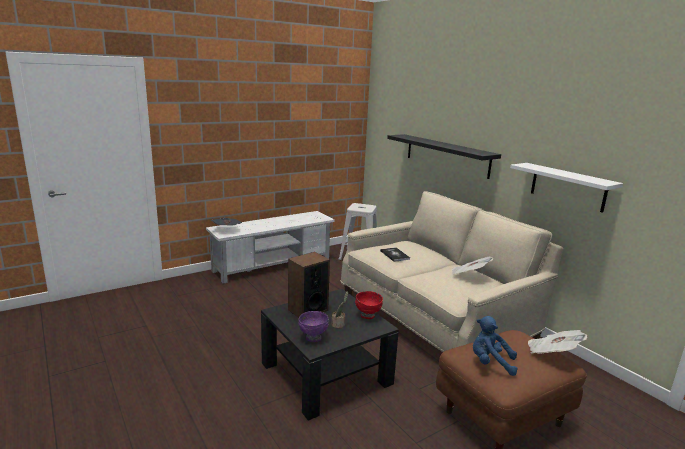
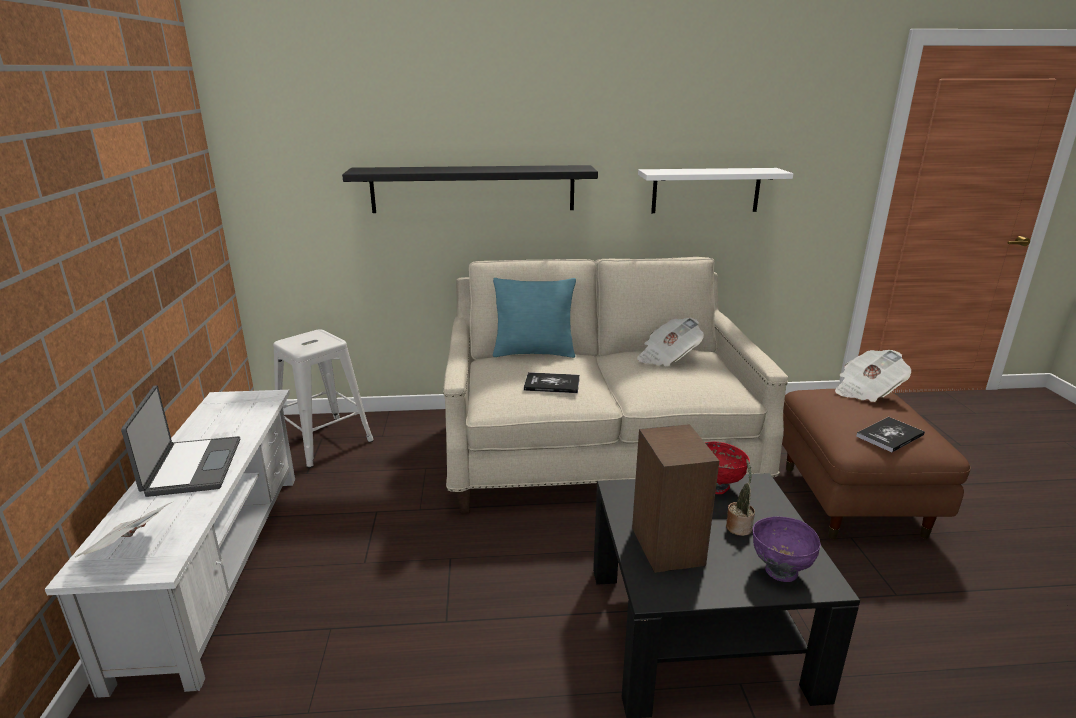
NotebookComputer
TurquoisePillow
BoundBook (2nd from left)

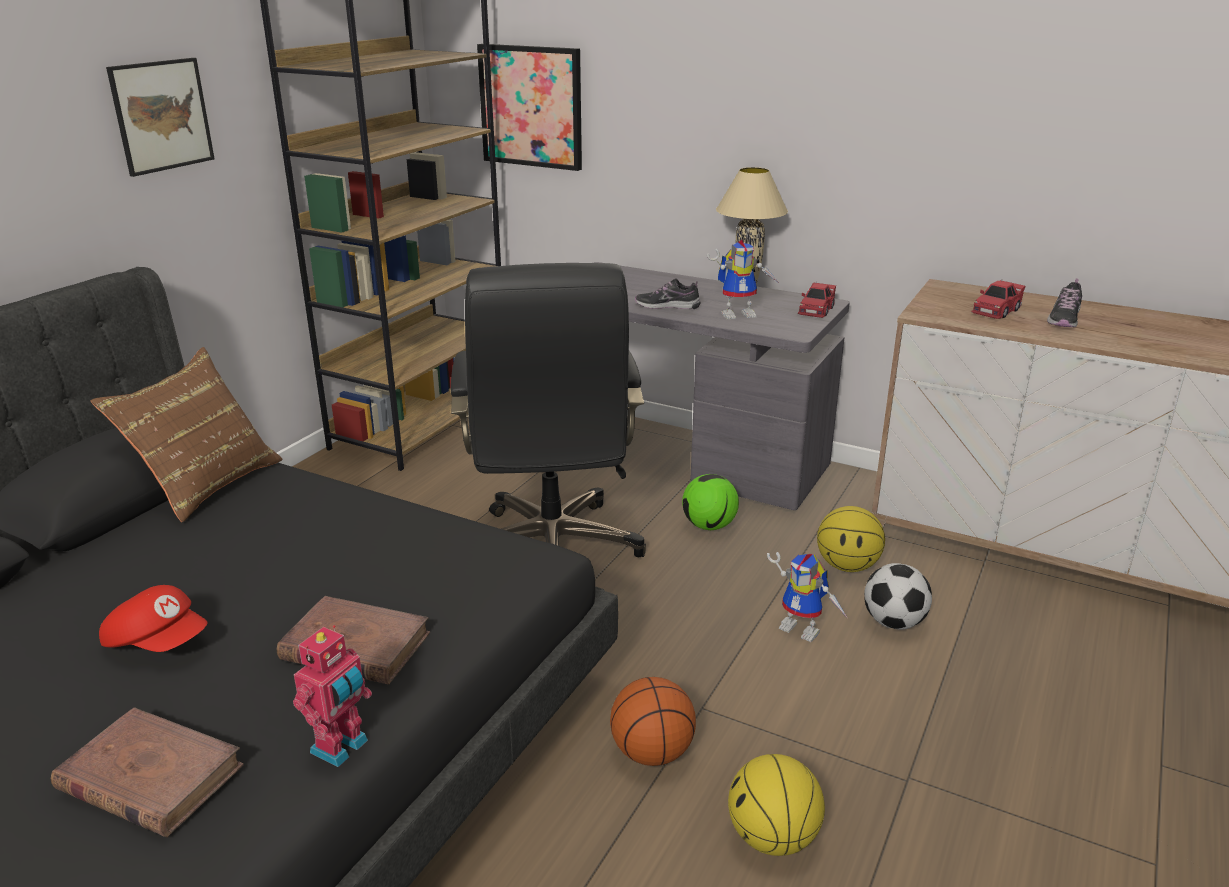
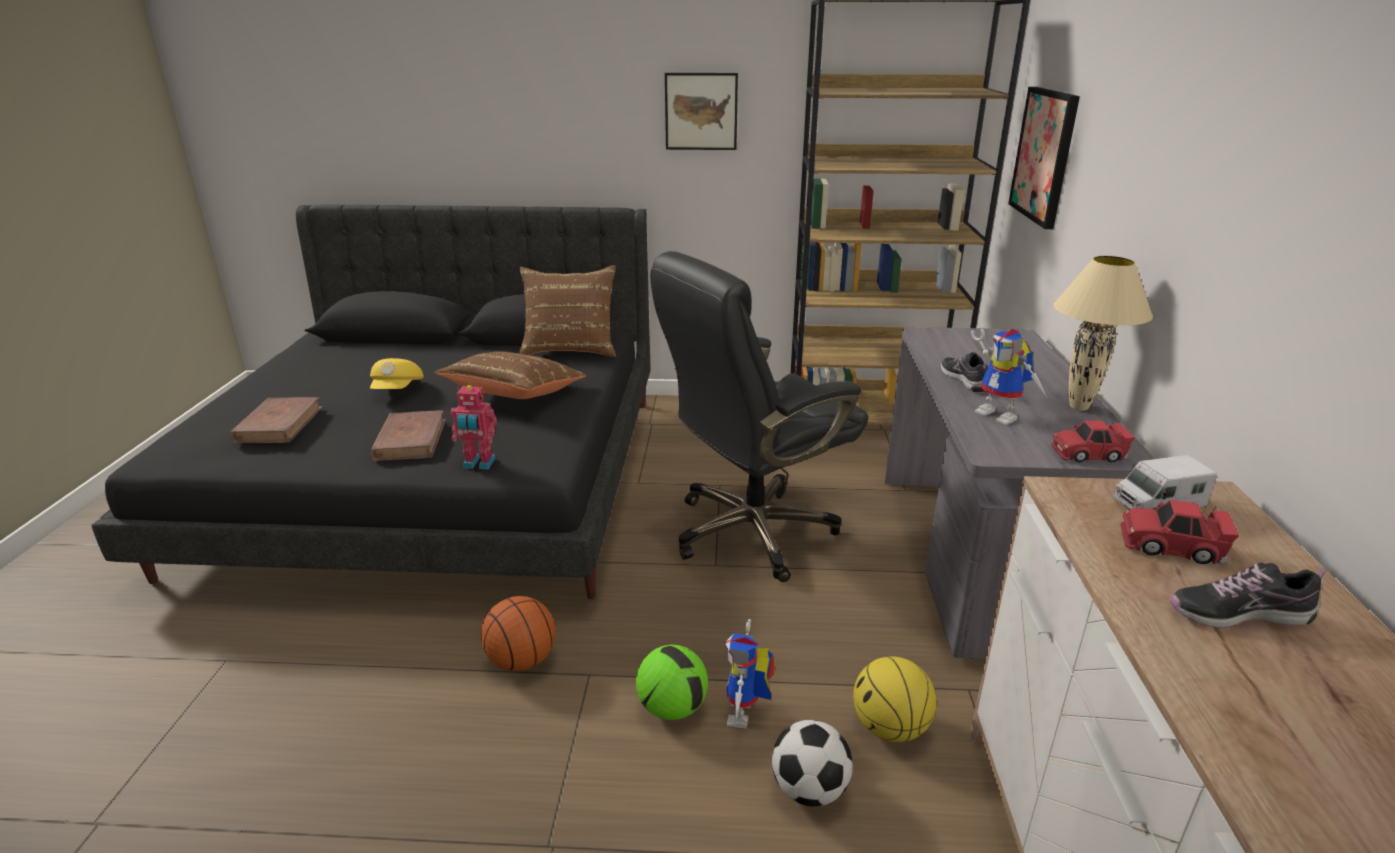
YellowPeakedCap
BrownPillow (1st from left)
ModelRobot (1st from left)
FootballBall (1st from left)
ModelTruck
BallForBasketball (2nd from left in the first image)

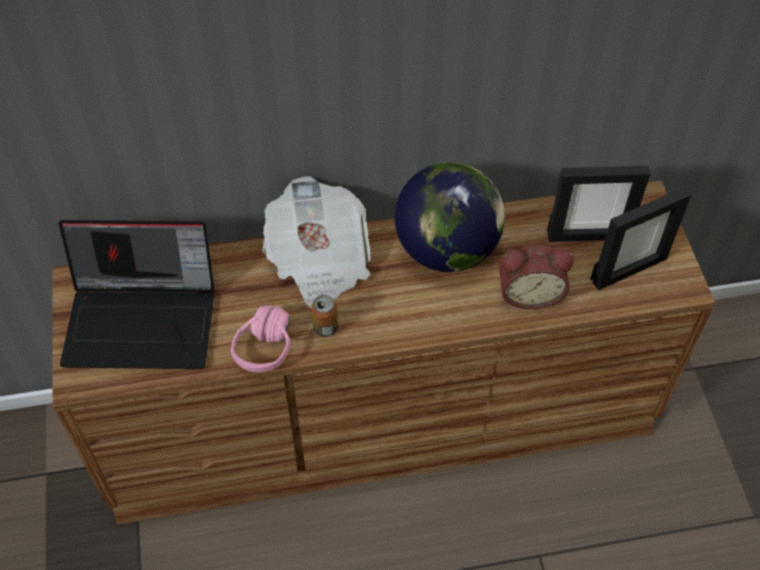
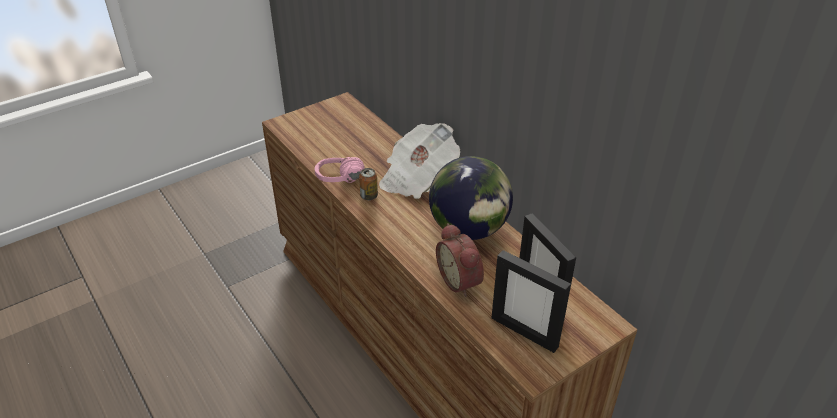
NotebookComputer

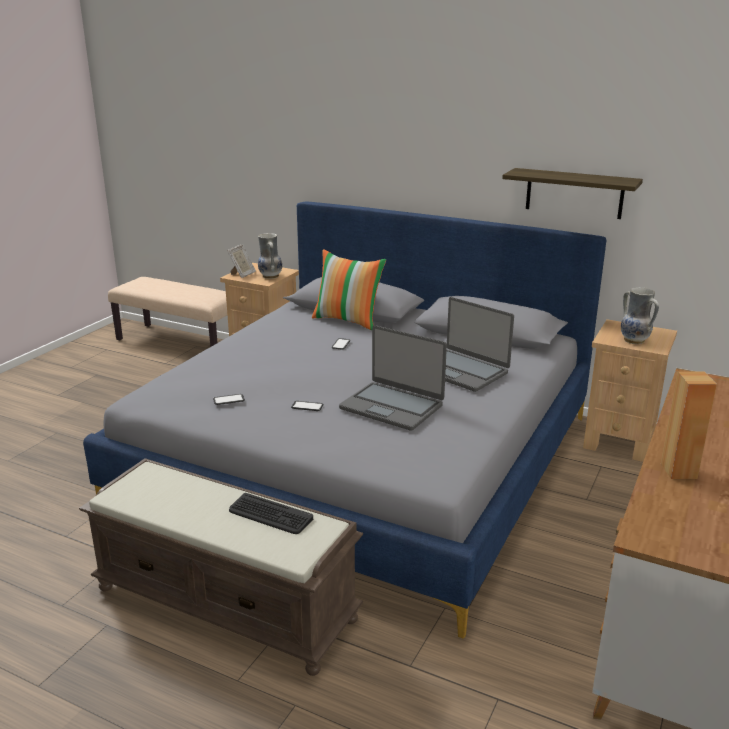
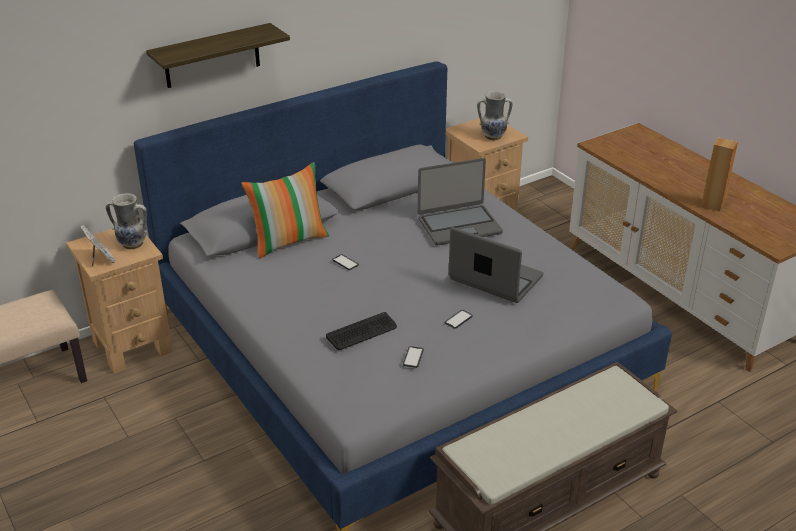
WallShelf
Keyboard
NotebookComputer (2nd from left)

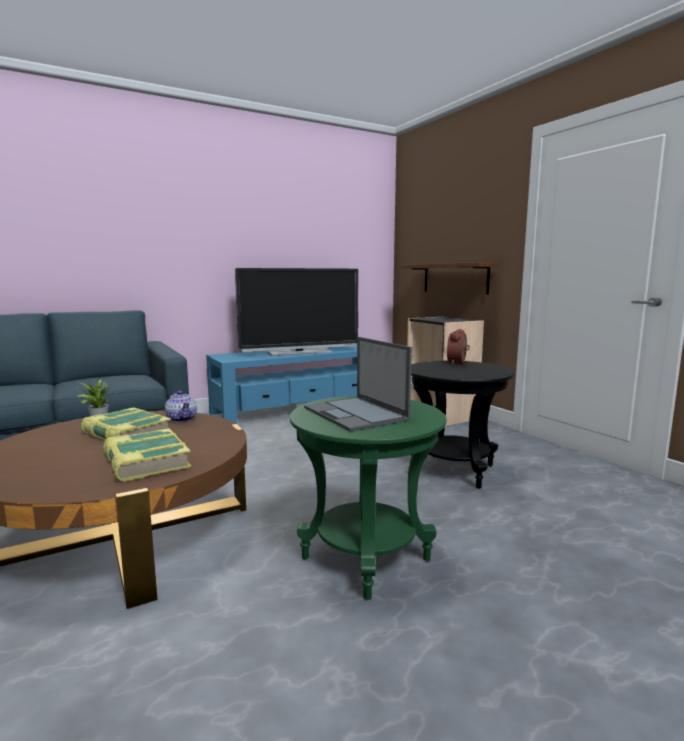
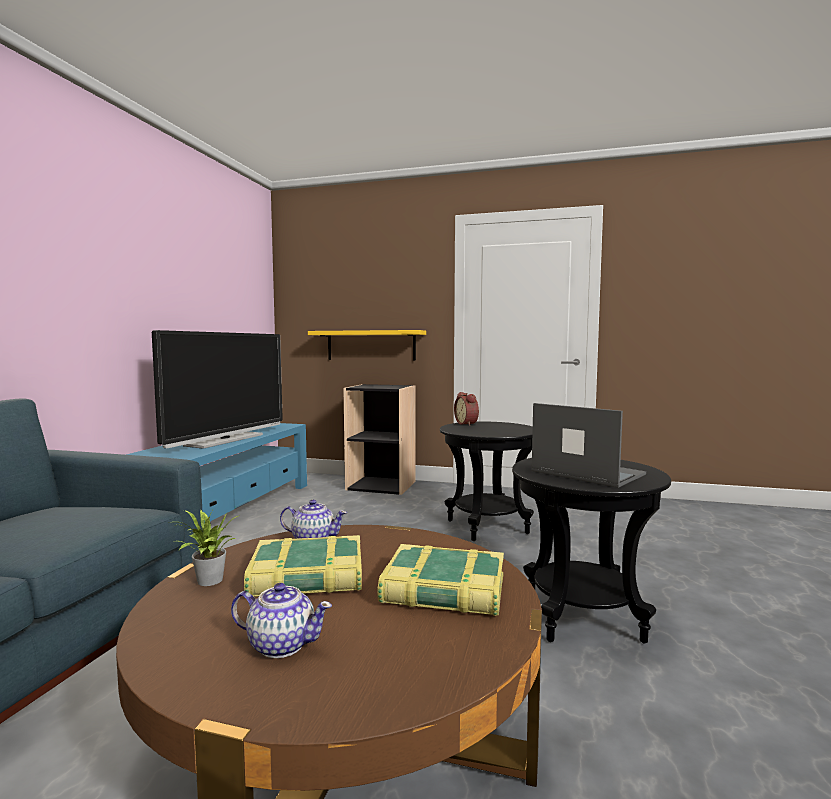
PotForTea (1st from left)
YellowWallShelf
BlackColouredAccentTable (2nd from left)
NotebookComputer

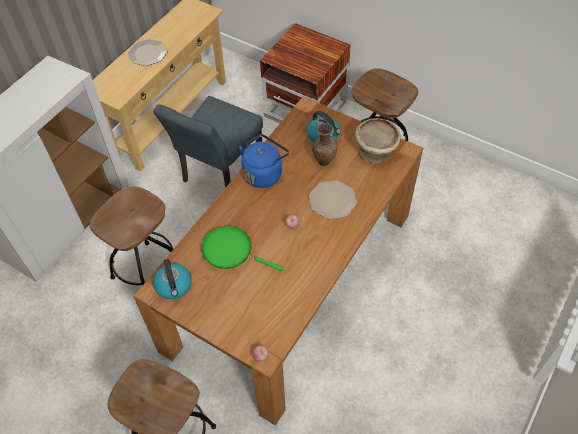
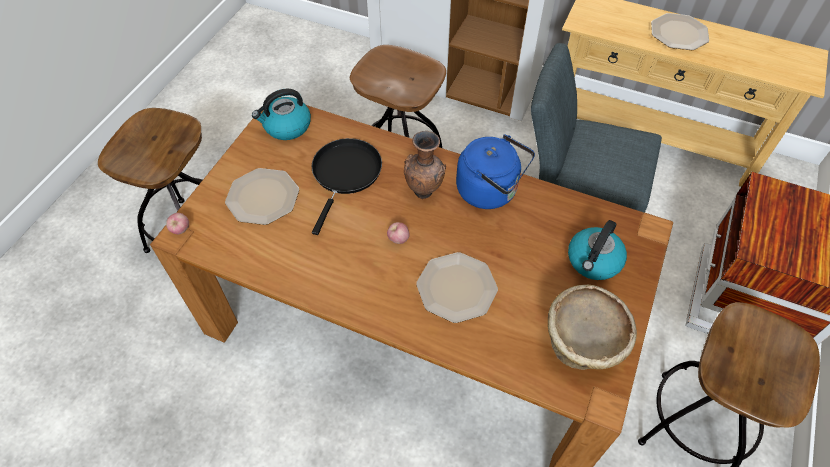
FlatDish (1st from left)
BlackColouredPan
BrownVase

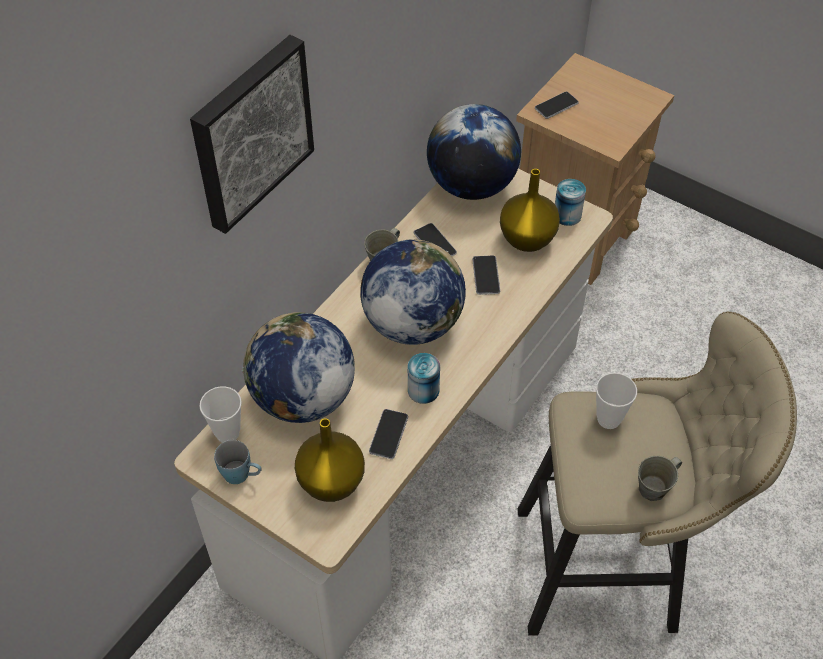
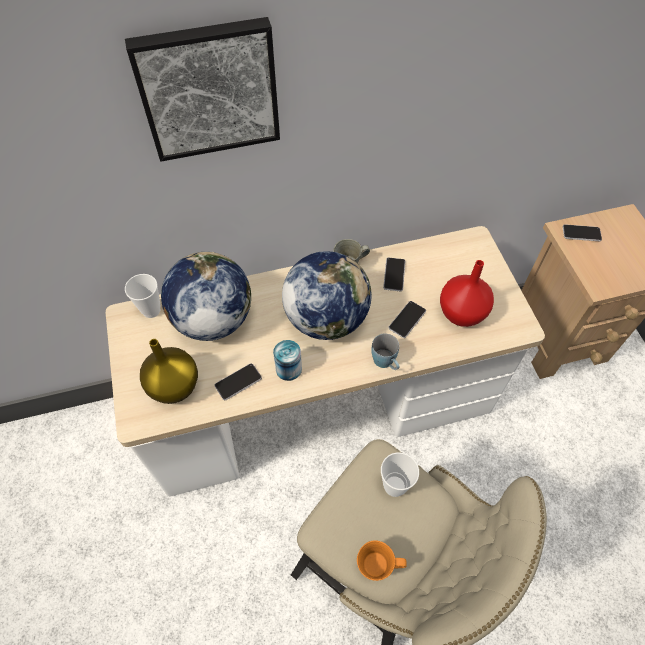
OrangeColouredTeaMug
BluishTeaMug
RedVase
DeskGlobe (3rd from left in the first image)
Can (2nd from left in the first image)

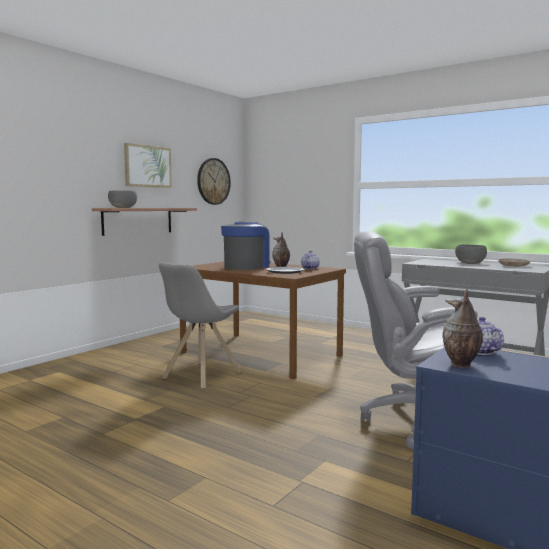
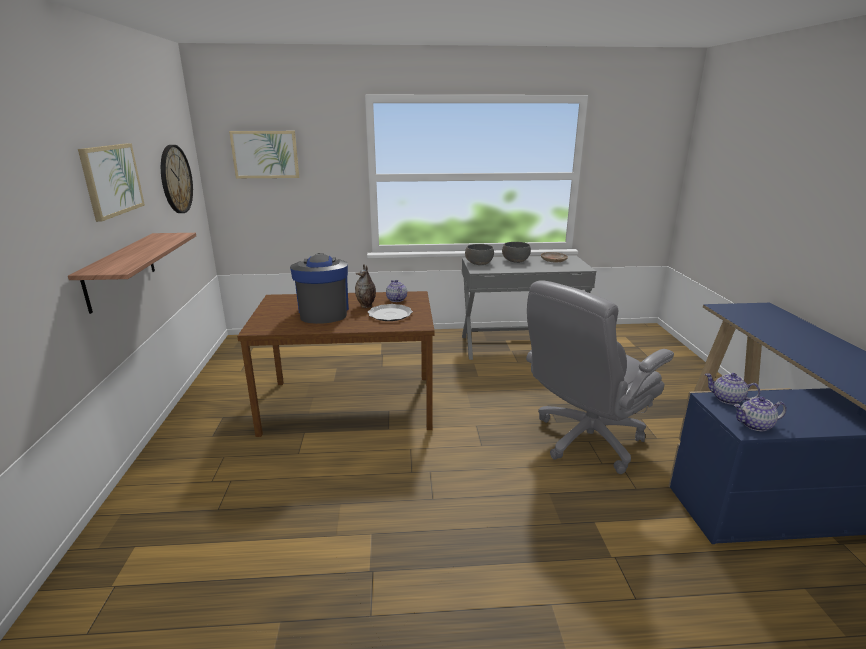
Picture (2nd from left)
GreyBowl (1st from left)
PotForTea (3rd from left)
GreyChair

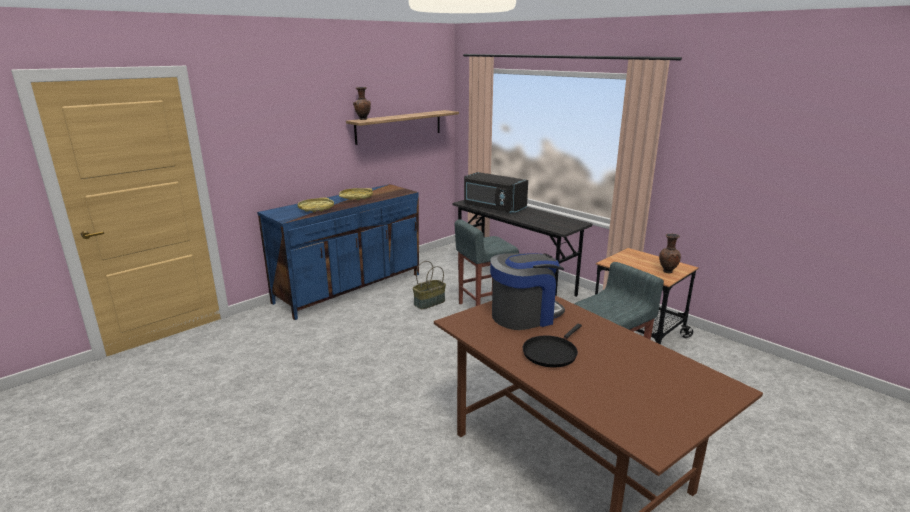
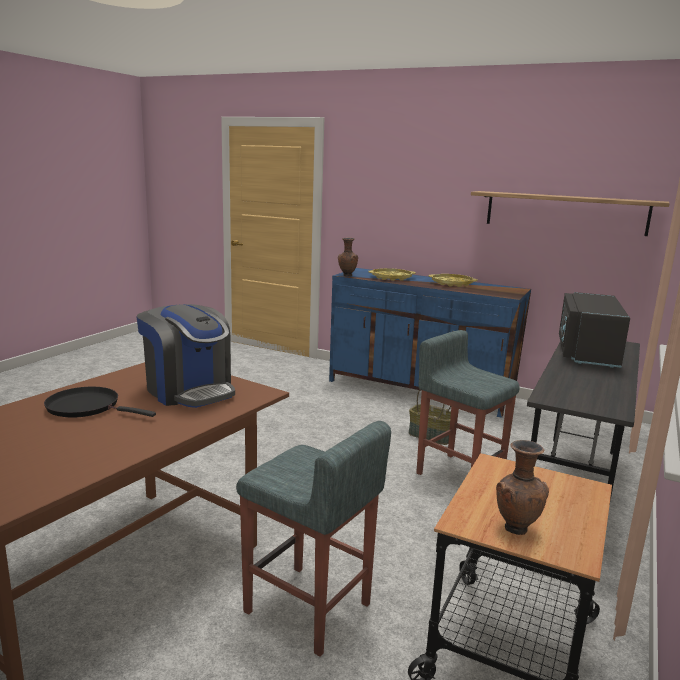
BrownVase (1st from left)

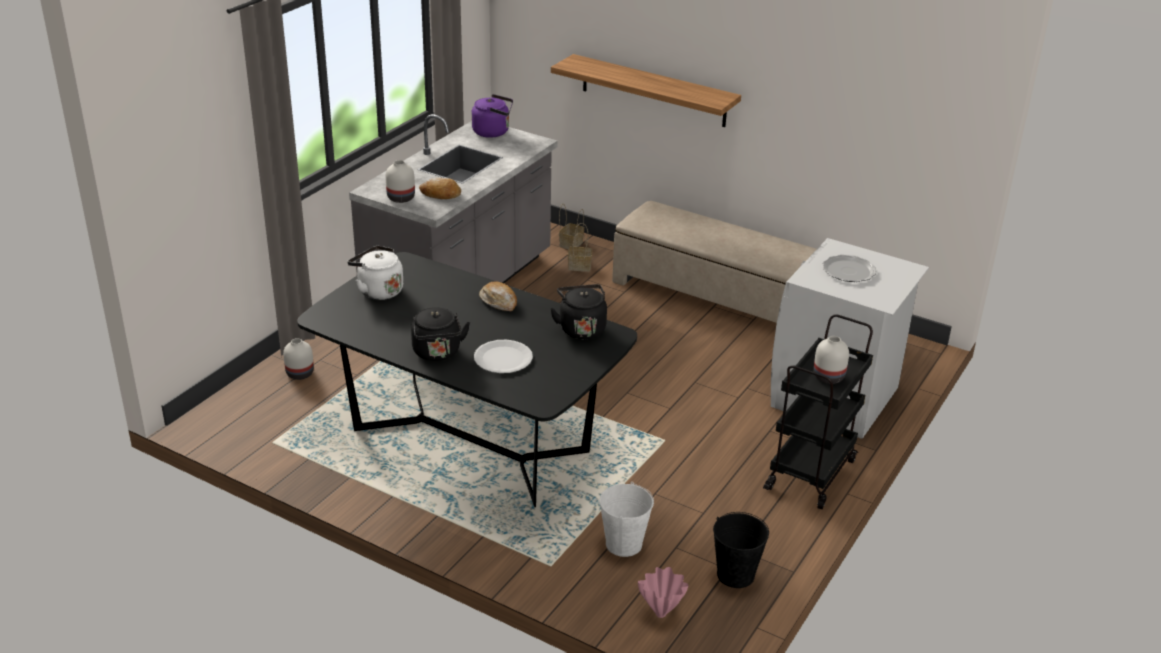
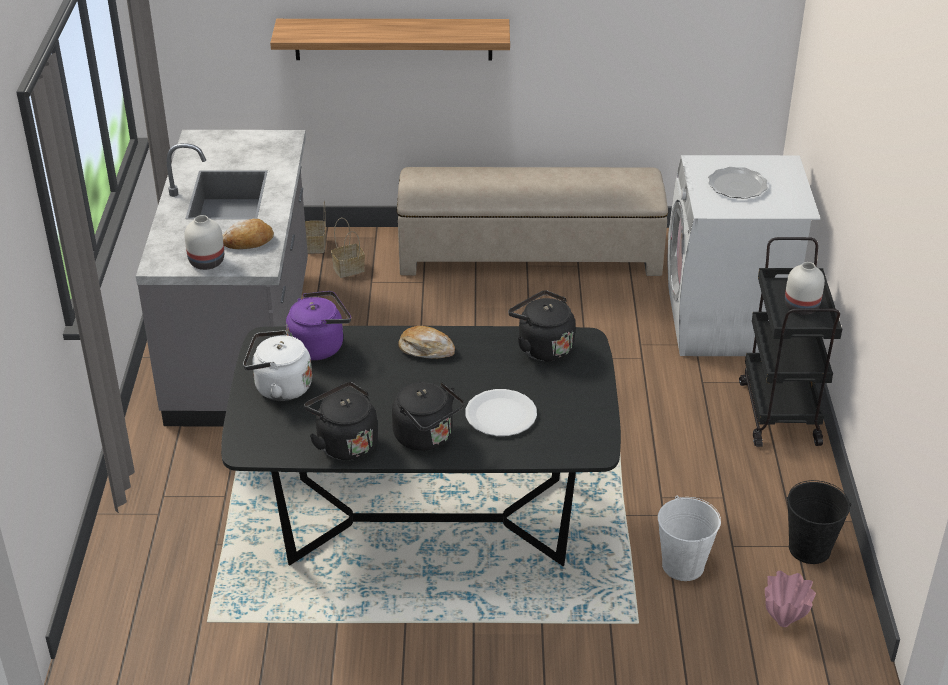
PurpleColouredTeaKettle
BlackColouredTeaKettle (1st from left)
WhiteVase (1st from left in the first image)

